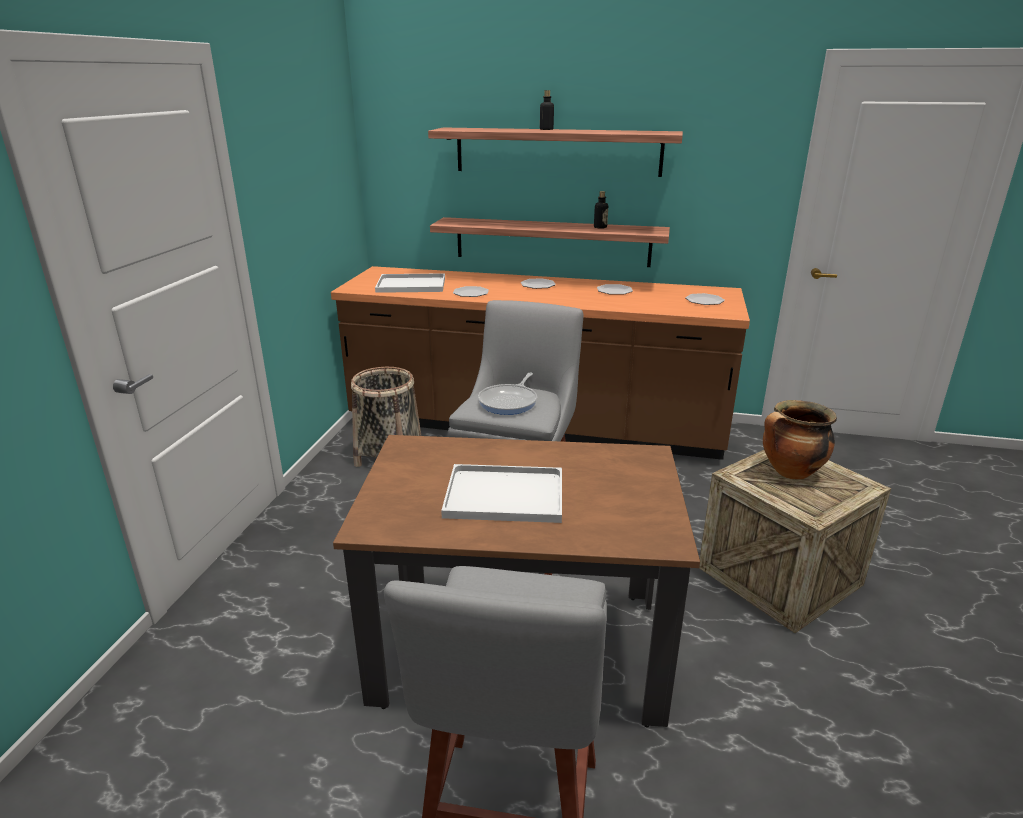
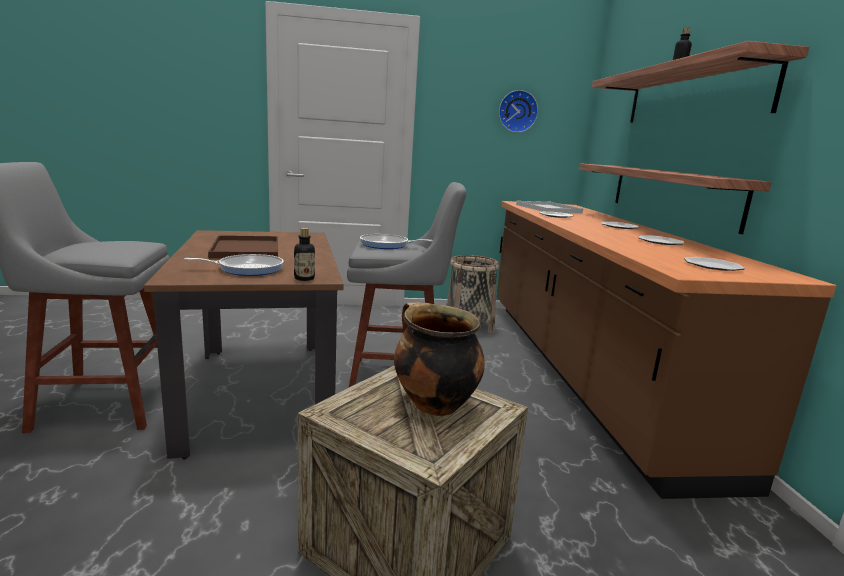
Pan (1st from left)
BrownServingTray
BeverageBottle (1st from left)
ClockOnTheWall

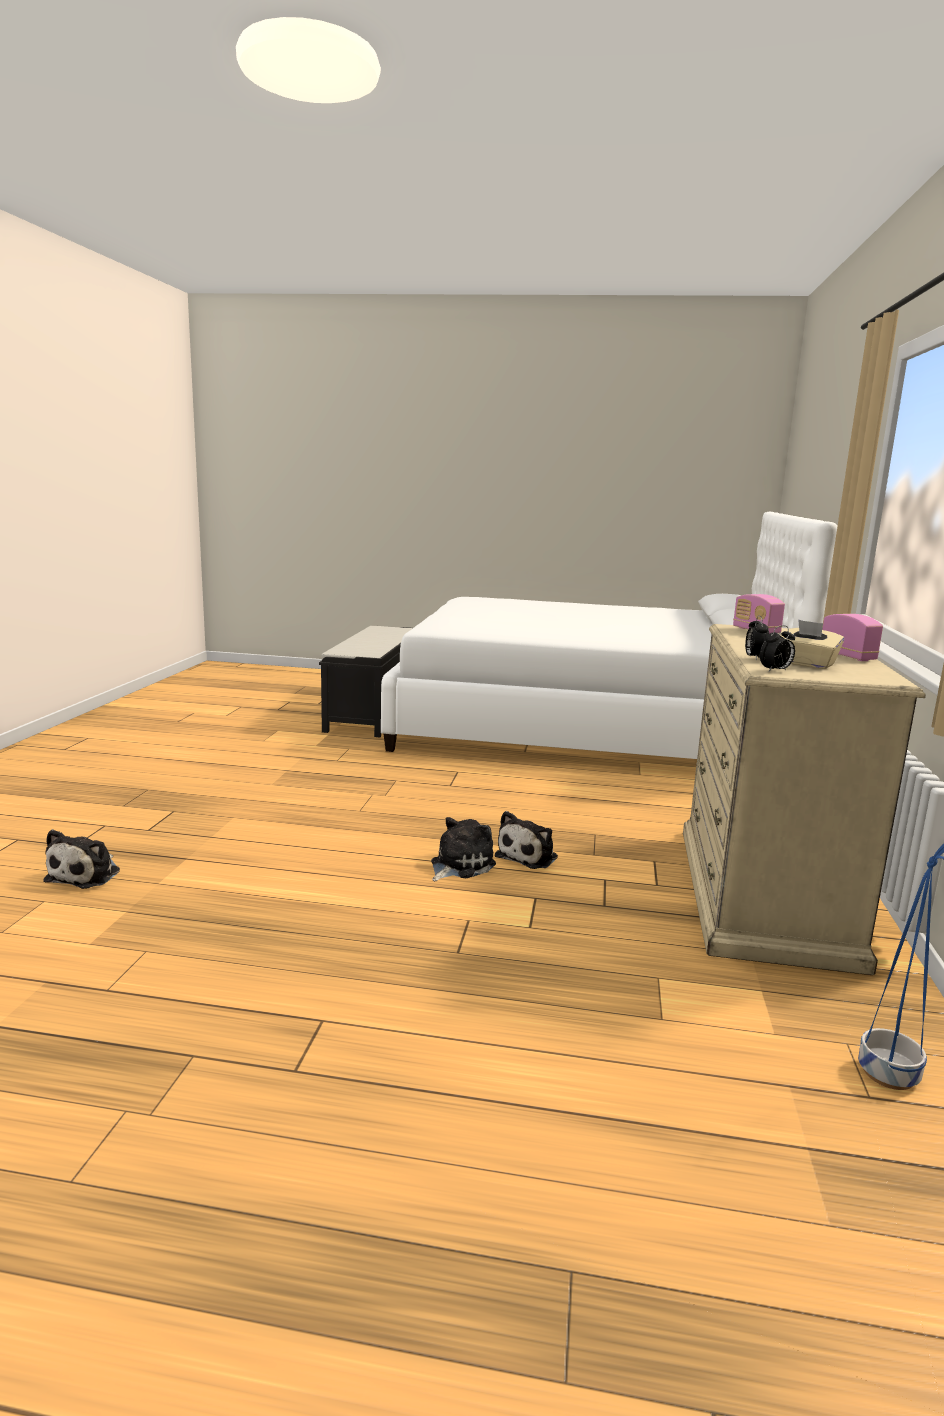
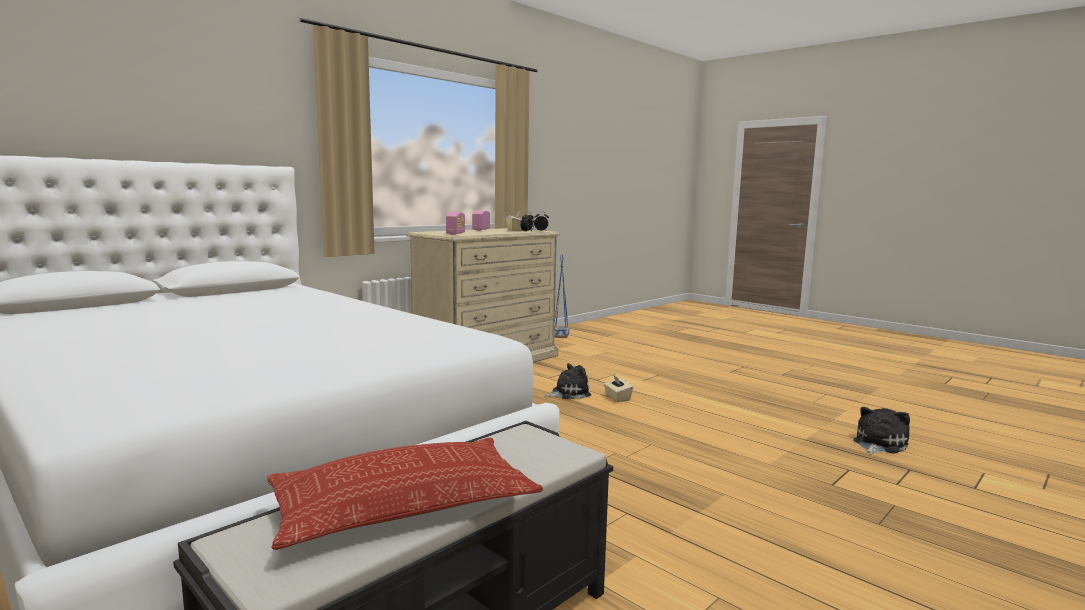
Pillow
SandColouredBoxOfTissues (2nd from left)

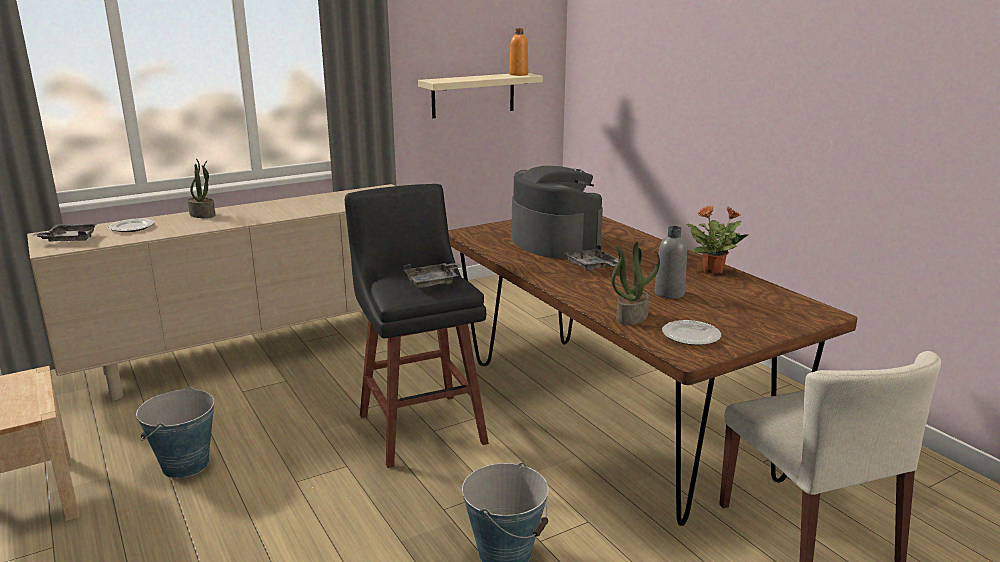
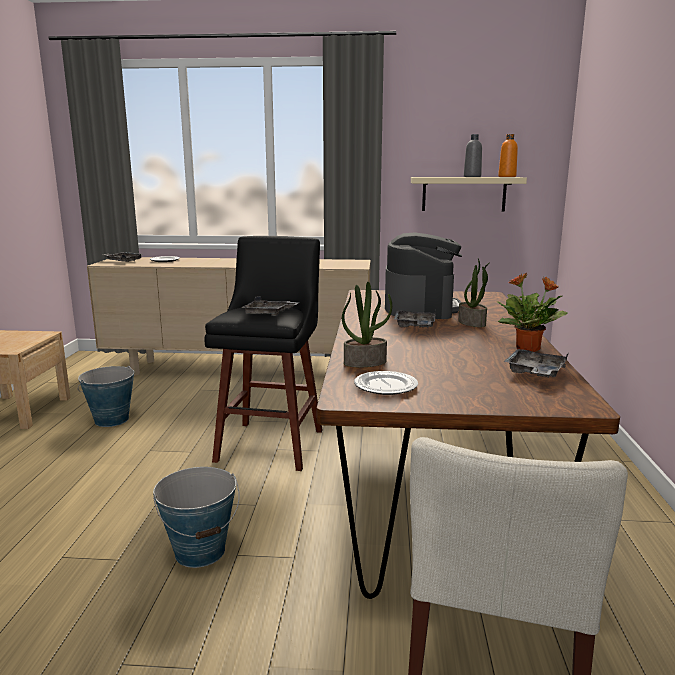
PlantInAPot (2nd from left)
GreyBeverageBottle
GreyServingTray (4th from left)

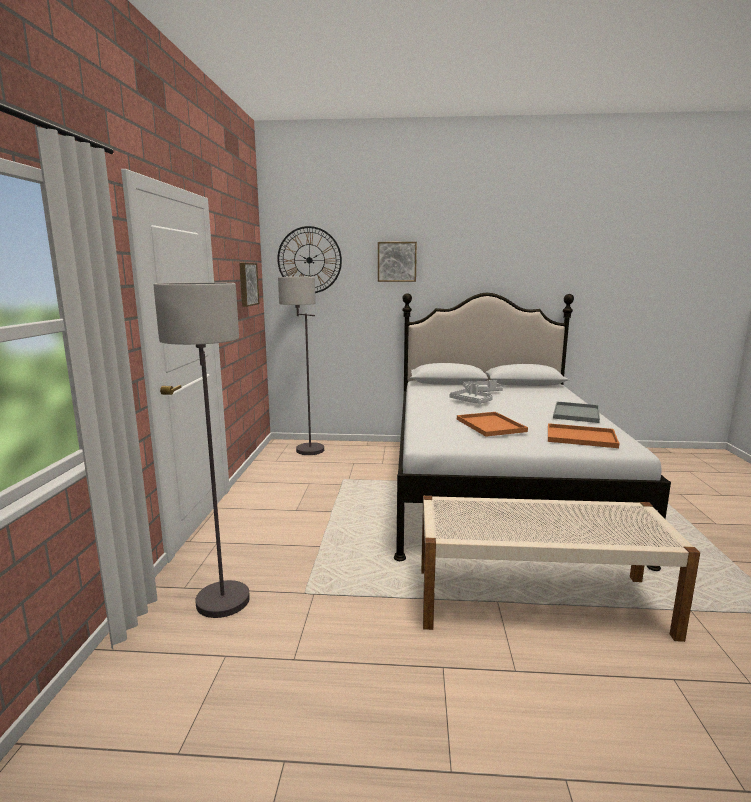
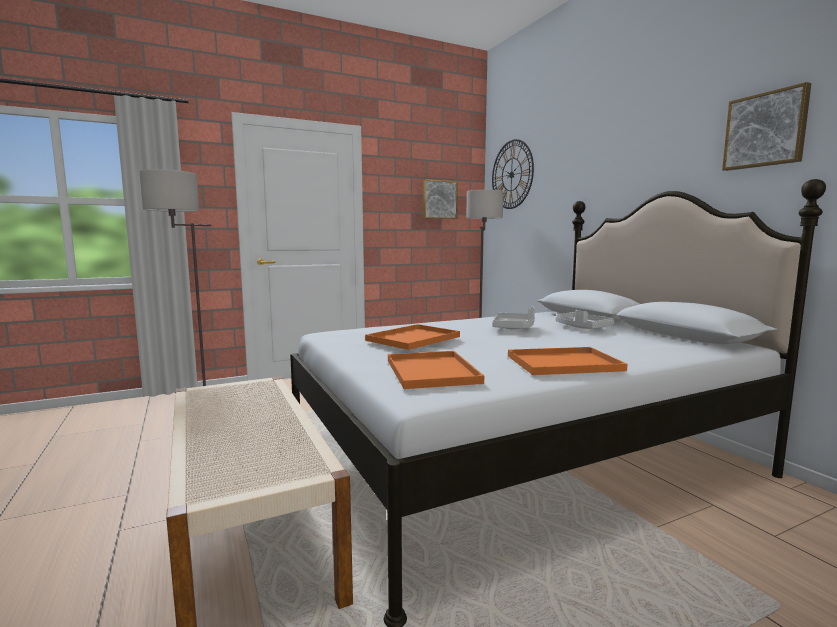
OrangeColouredServingTray (3rd from left)
Picture (2nd from left)

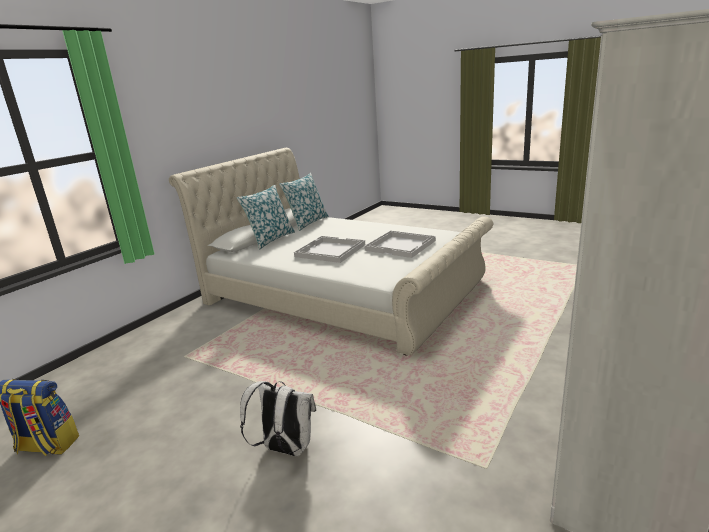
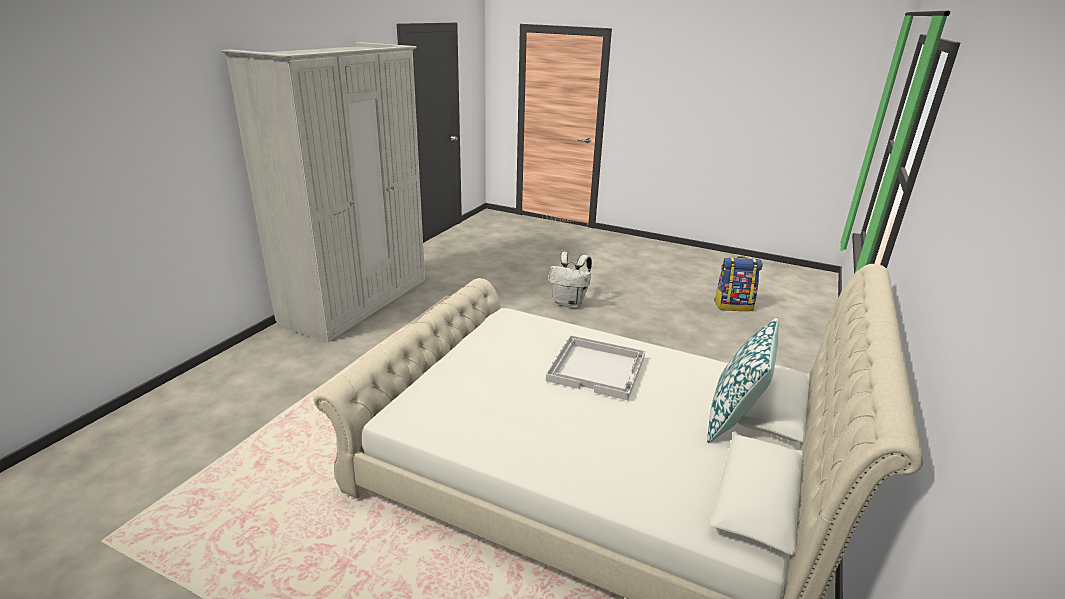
Pillow (2nd from left in the first image)
WhiteServingTray (2nd from left in the first image)

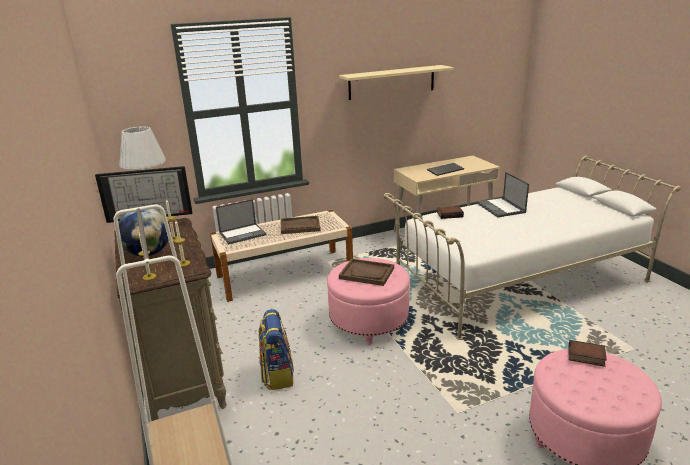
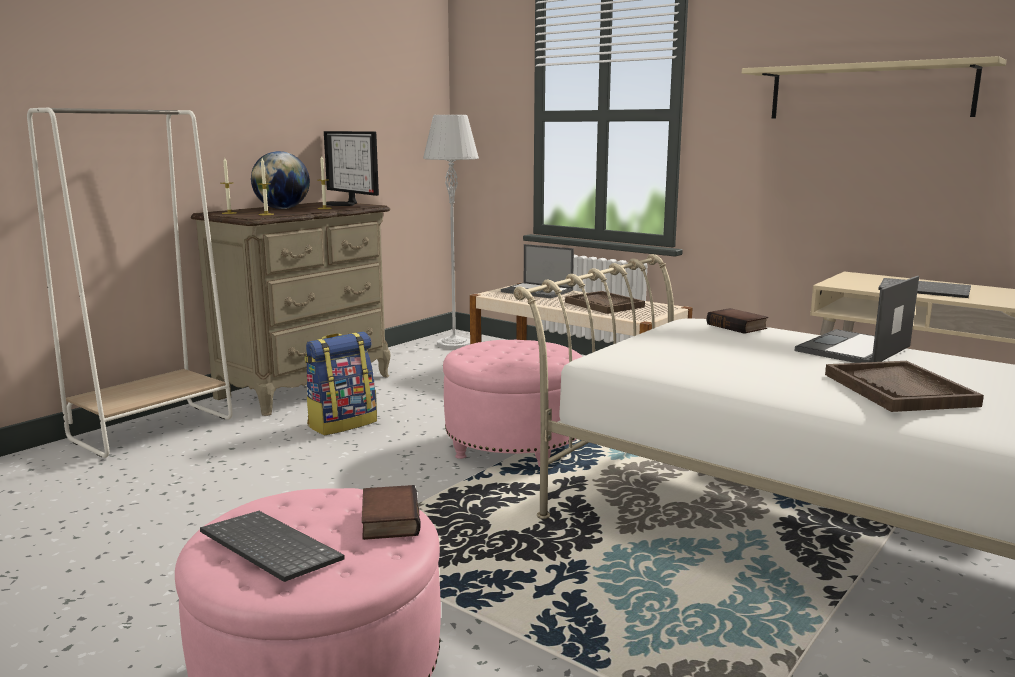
Keyboard (1st from left)
BrownServingTray (2nd from left)

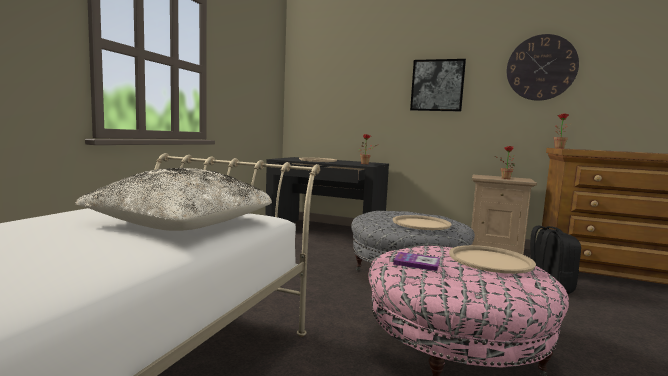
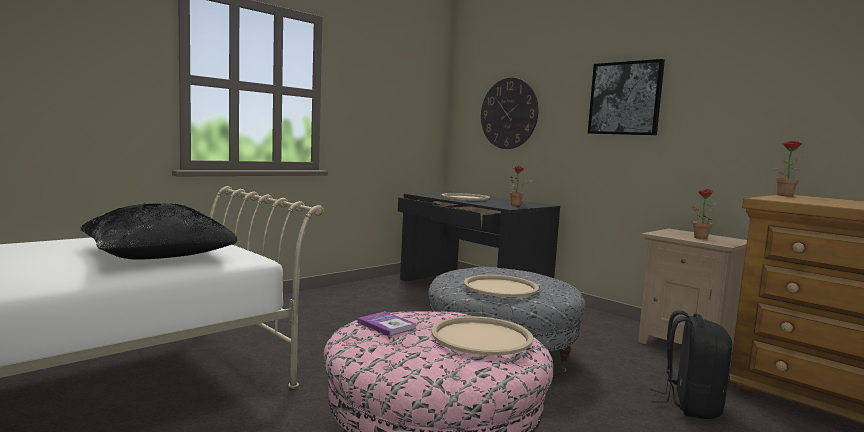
BlackColouredPillow
ClockOnTheWall

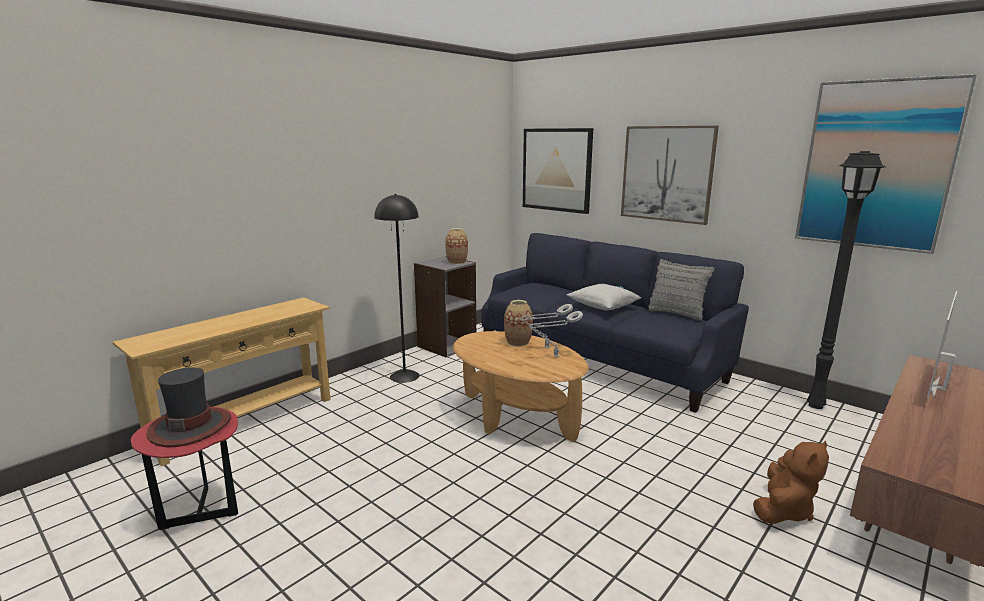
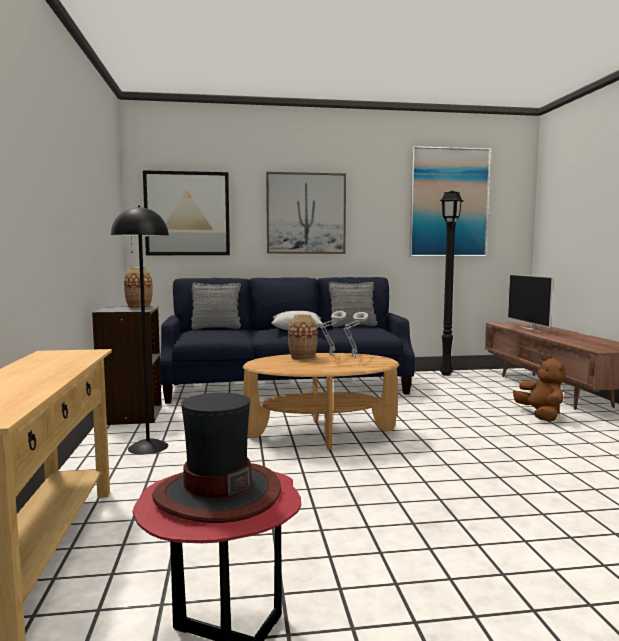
GreyPillow (1st from left)

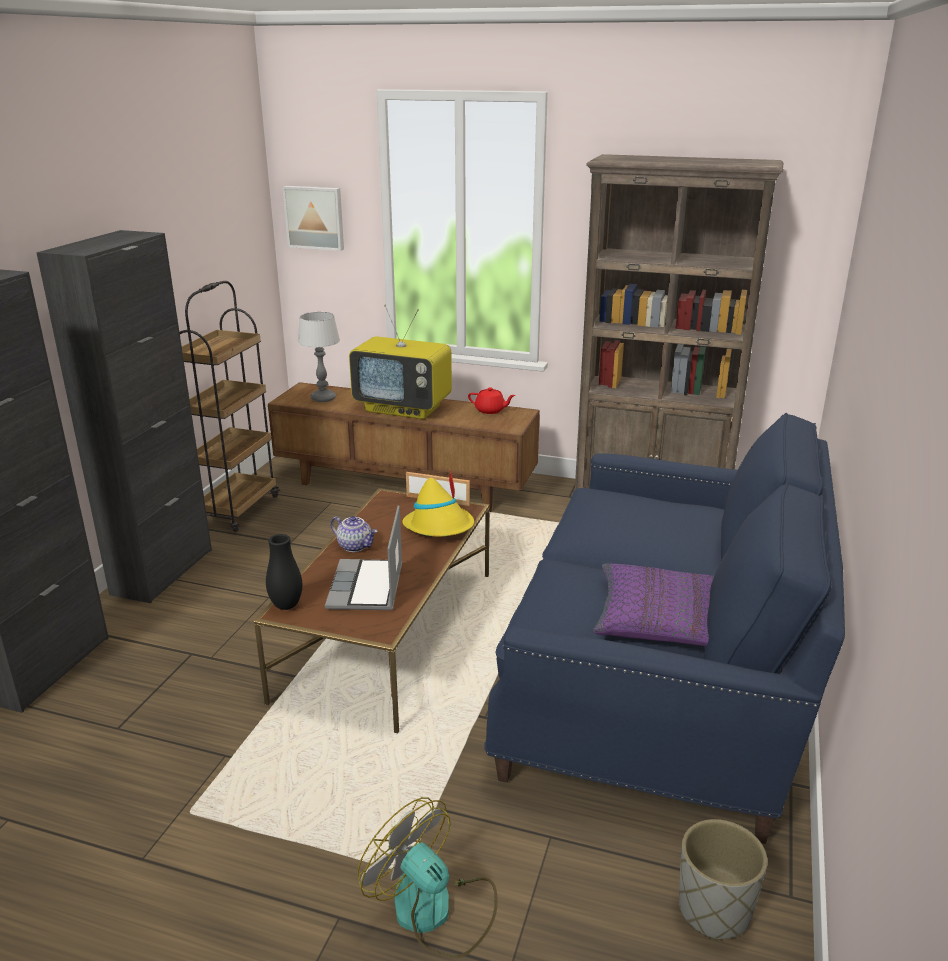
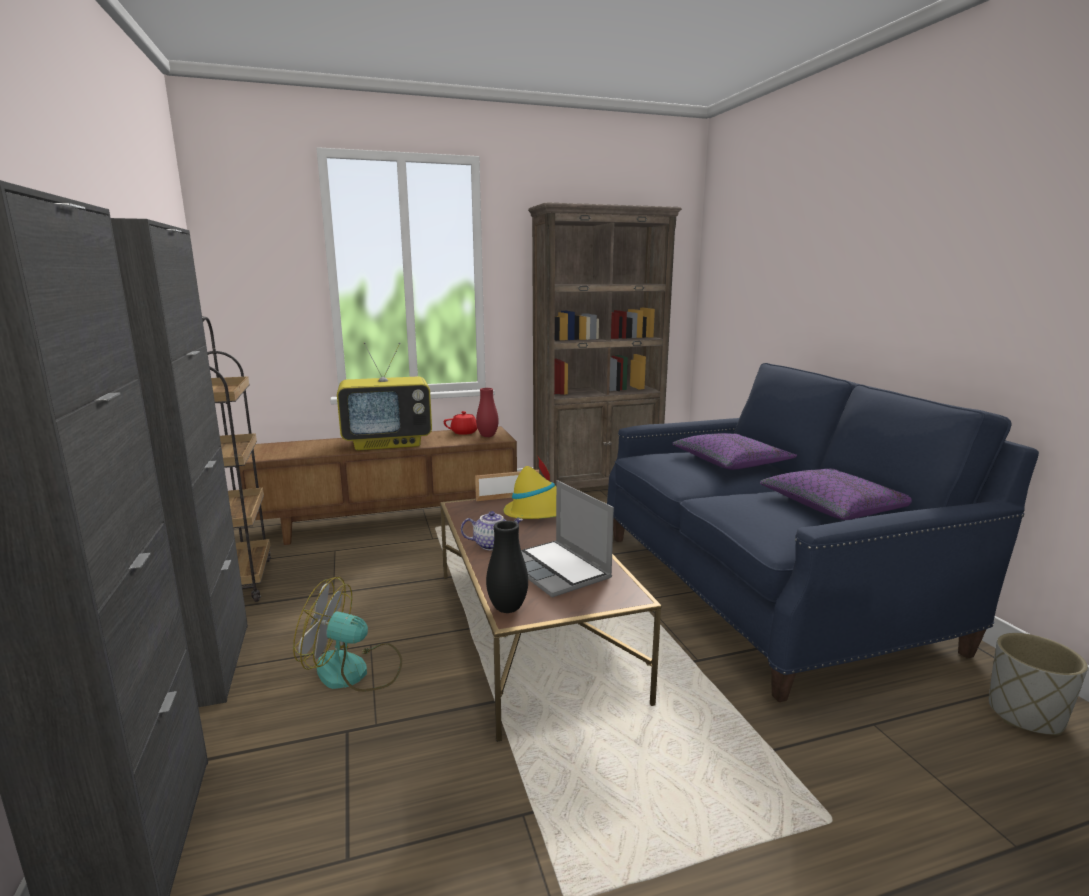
Fan
RedVase
PurpleColouredPillow (1st from left)
Picture
LampForATable

